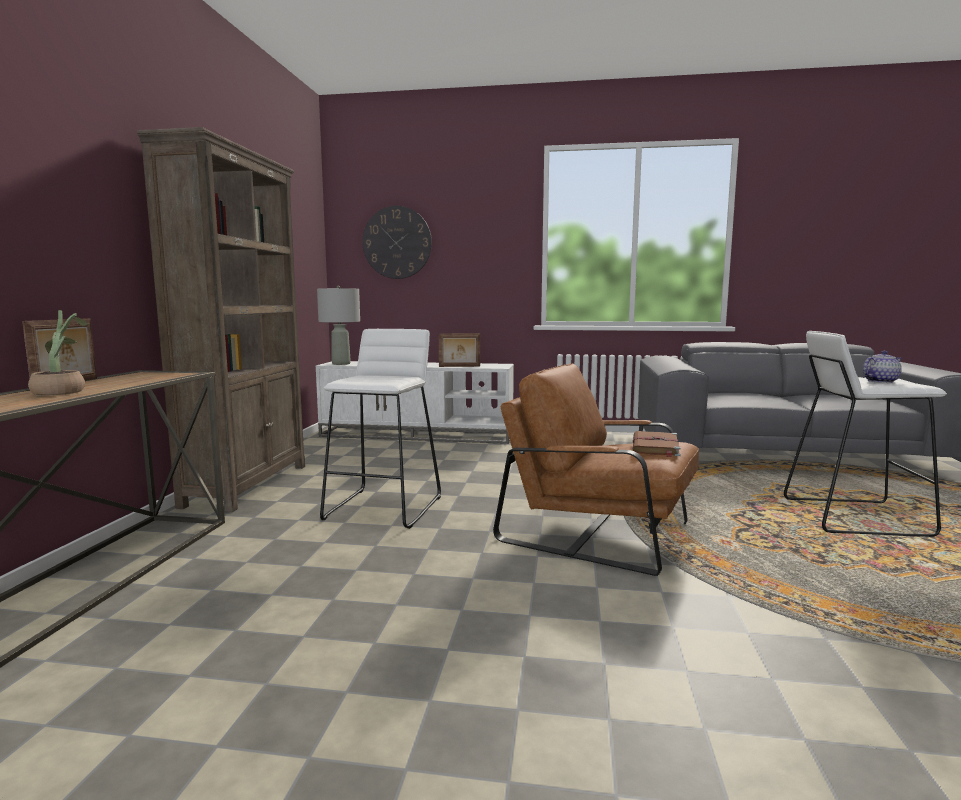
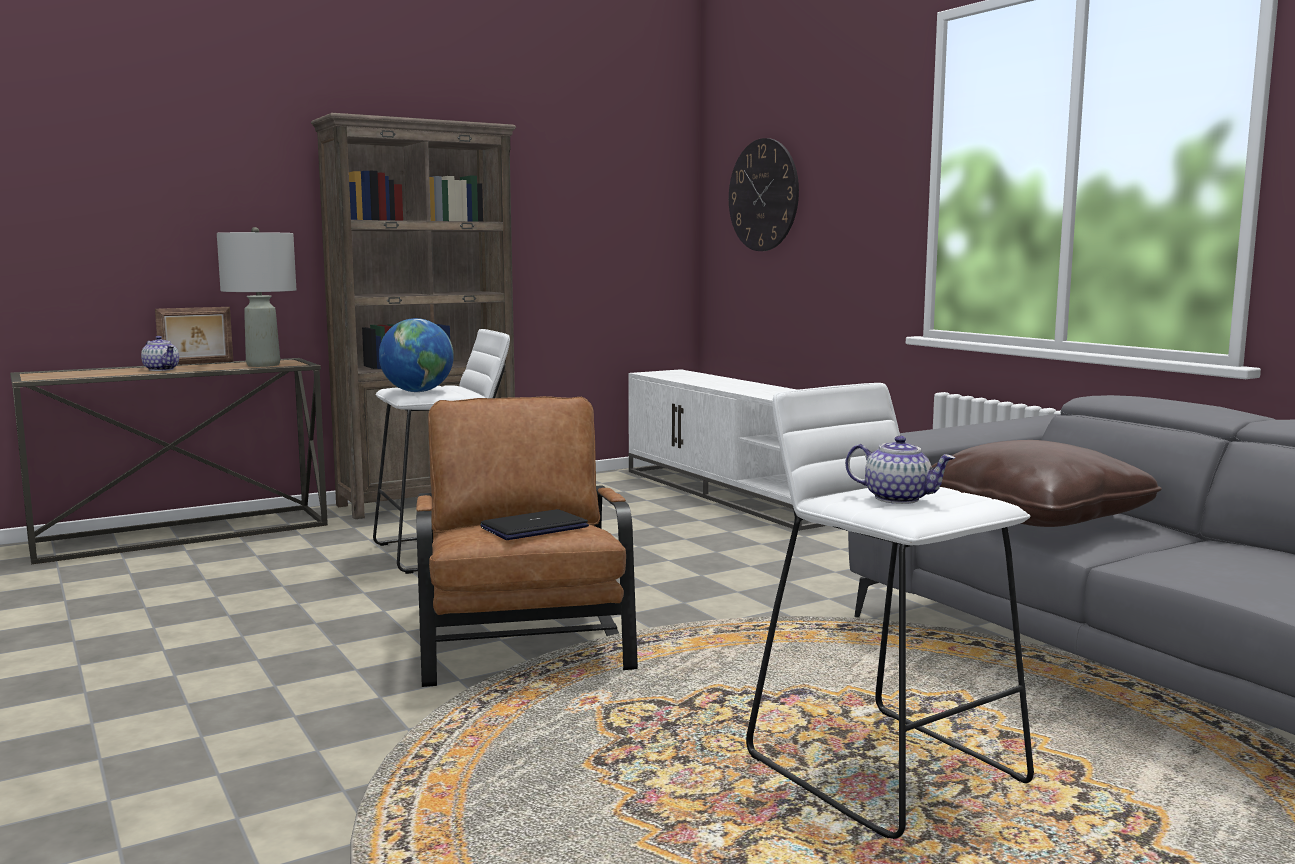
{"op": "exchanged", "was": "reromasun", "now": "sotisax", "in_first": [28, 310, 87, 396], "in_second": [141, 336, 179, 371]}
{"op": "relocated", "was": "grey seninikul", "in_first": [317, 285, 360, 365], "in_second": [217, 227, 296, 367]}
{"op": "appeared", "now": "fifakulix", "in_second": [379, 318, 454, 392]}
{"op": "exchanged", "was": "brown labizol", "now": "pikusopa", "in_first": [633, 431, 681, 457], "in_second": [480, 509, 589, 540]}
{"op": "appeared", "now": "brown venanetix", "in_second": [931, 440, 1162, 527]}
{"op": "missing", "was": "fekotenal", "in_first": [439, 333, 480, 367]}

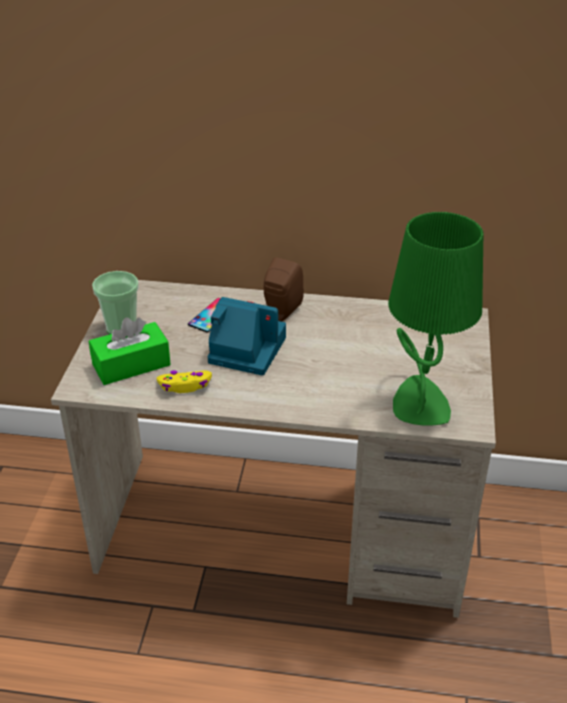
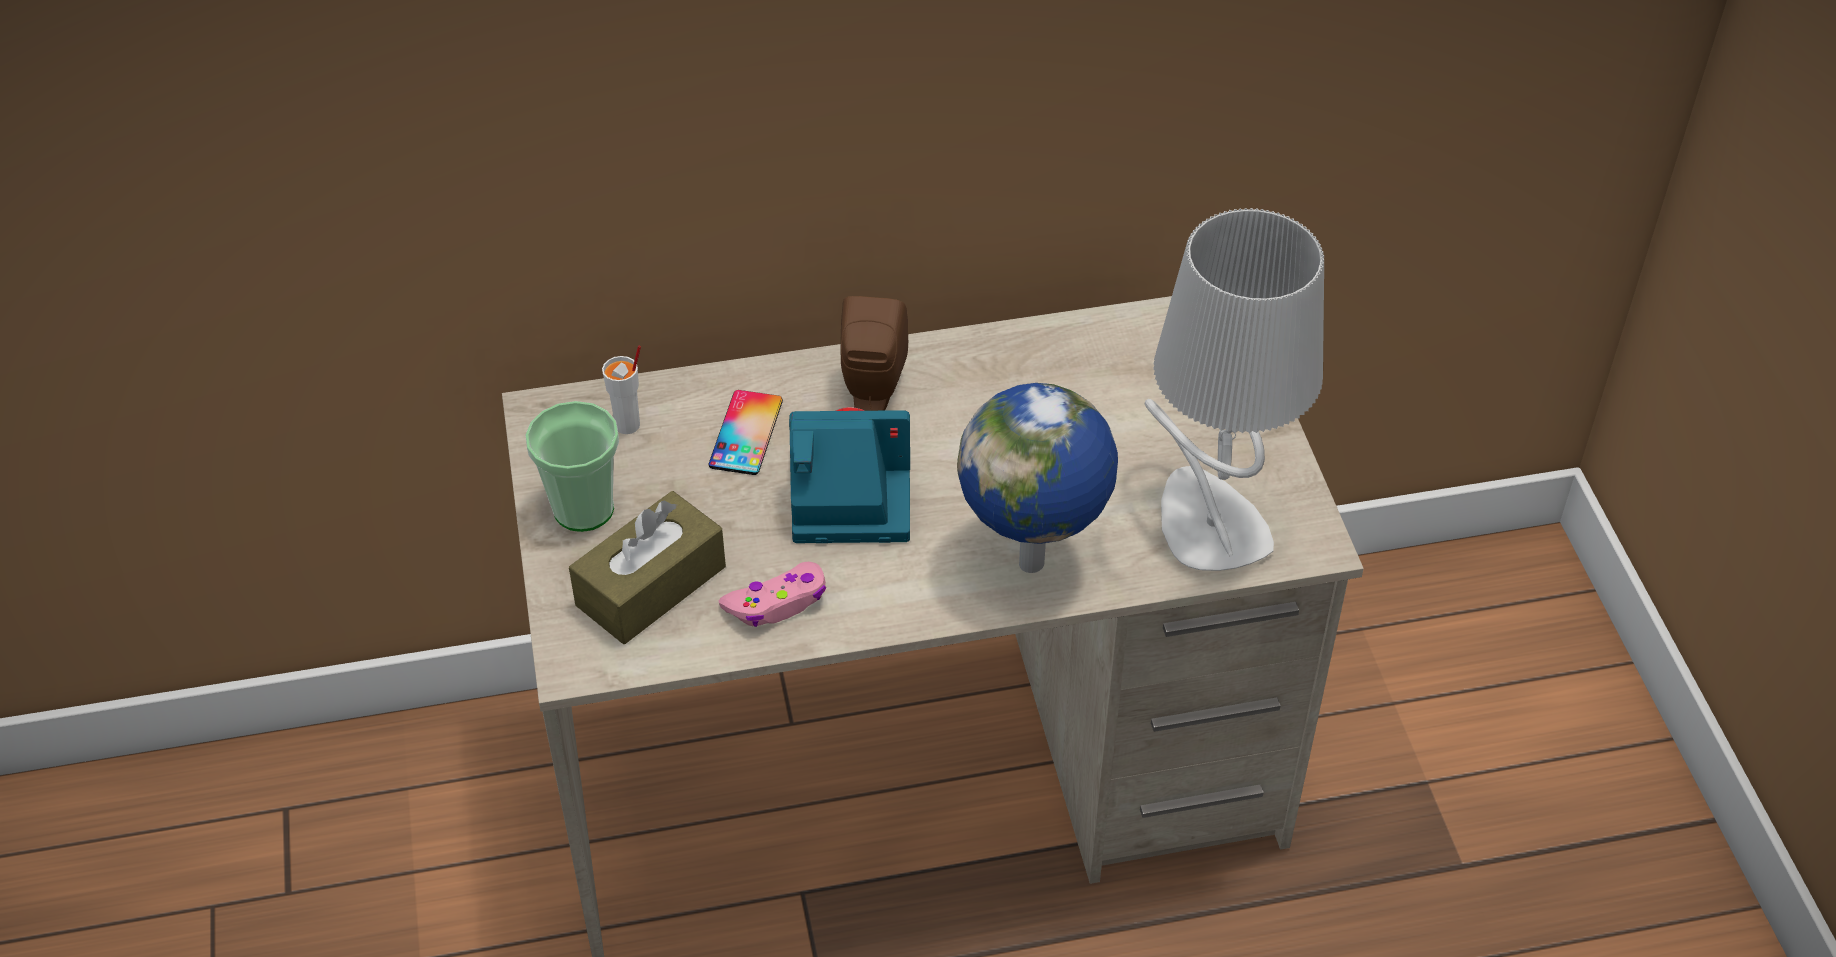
{"op": "colour", "was": "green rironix", "now": "brown rironix", "in_first": [89, 317, 171, 385], "in_second": [569, 491, 726, 644]}
{"op": "appeared", "now": "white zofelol", "in_second": [602, 345, 641, 434]}
{"op": "colour", "was": "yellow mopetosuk", "now": "pink mopetosuk", "in_first": [157, 370, 212, 393], "in_second": [719, 562, 826, 627]}
{"op": "appeared", "now": "fifakulix", "in_second": [957, 383, 1118, 573]}
{"op": "colour", "was": "green seninikul", "now": "grey seninikul", "in_first": [388, 212, 483, 426], "in_second": [1145, 208, 1324, 571]}

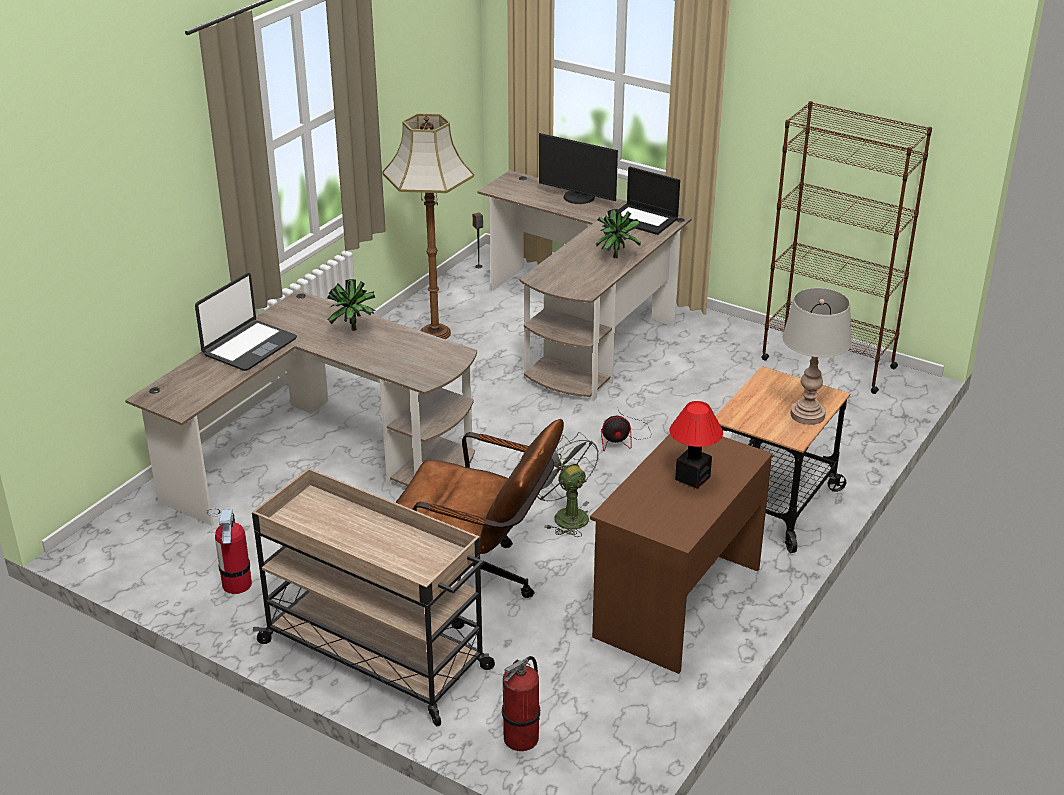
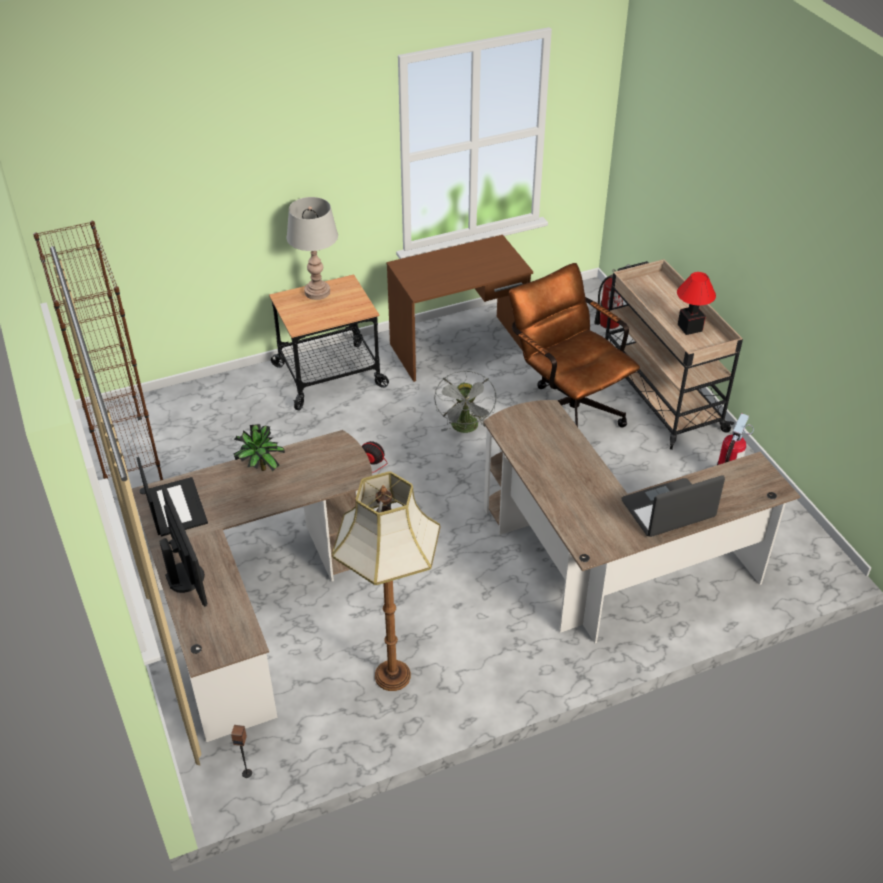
{"op": "relocated", "was": "seninikul", "in_first": [670, 401, 723, 489], "in_second": [677, 272, 716, 335]}
{"op": "missing", "was": "reromasun", "in_first": [327, 279, 376, 331]}

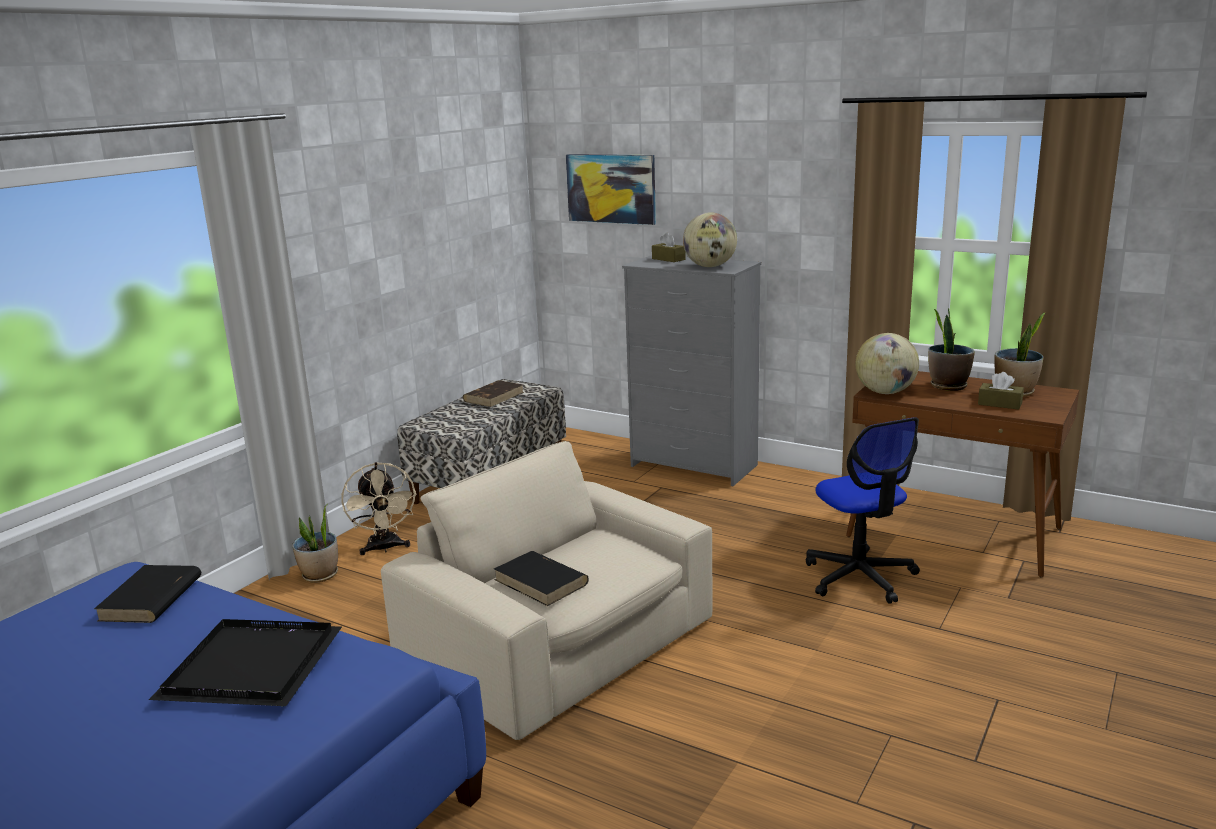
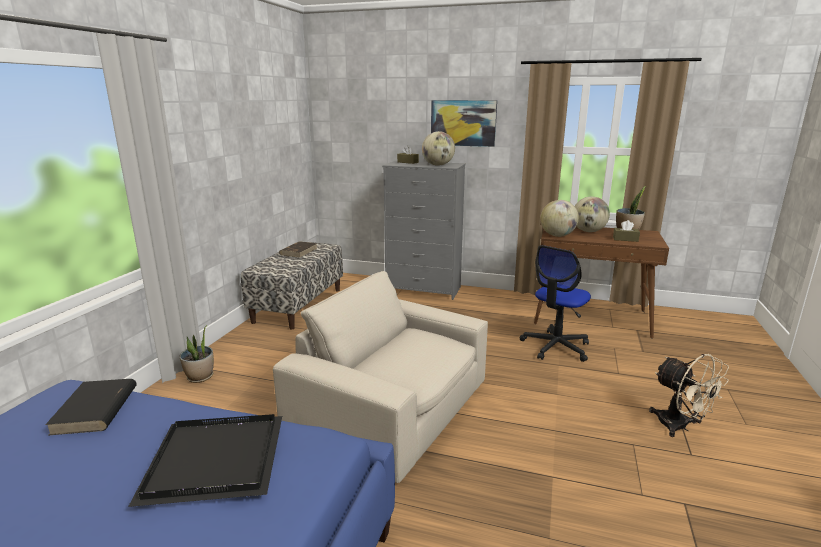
{"op": "relocated", "was": "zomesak", "in_first": [566, 154, 656, 225], "in_second": [431, 100, 497, 147]}
{"op": "spun", "was": "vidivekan", "in_first": [806, 417, 920, 604], "in_second": [520, 245, 591, 362], "clockwise": 75}
{"op": "exchanged", "was": "reromasun", "now": "fifakulix", "in_first": [928, 308, 975, 391], "in_second": [575, 196, 610, 232]}
{"op": "relocated", "was": "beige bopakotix", "in_first": [341, 462, 417, 555], "in_second": [649, 354, 729, 437]}
{"op": "missing", "was": "black labizol", "in_first": [494, 551, 589, 606]}

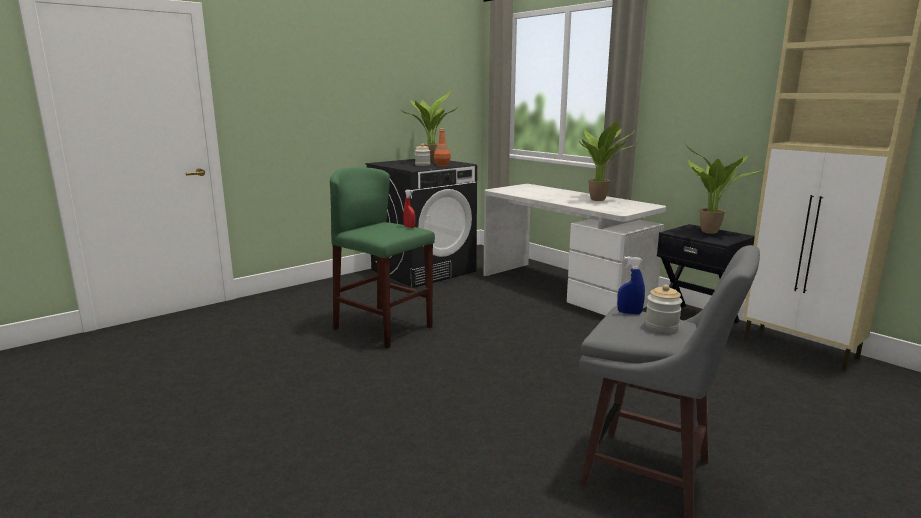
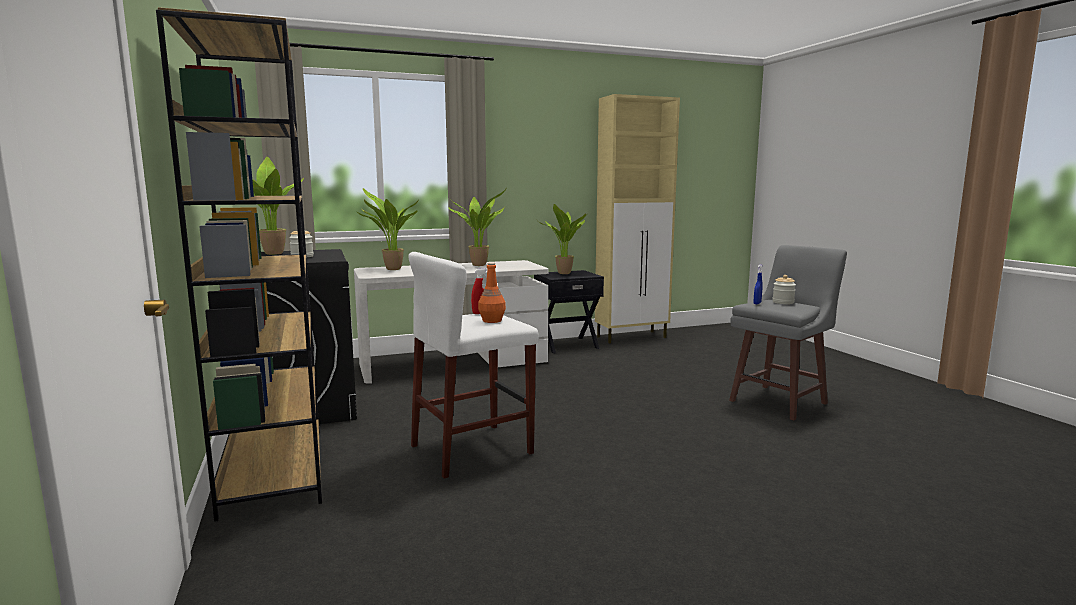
{"op": "appeared", "now": "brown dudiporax", "in_second": [156, 7, 322, 522]}
{"op": "appeared", "now": "reromasun", "in_second": [356, 188, 419, 270]}
{"op": "colour", "was": "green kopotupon", "now": "white kopotupon", "in_first": [330, 167, 435, 349], "in_second": [408, 252, 539, 479]}
{"op": "relocated", "was": "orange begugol", "in_first": [434, 129, 451, 166], "in_second": [478, 262, 506, 323]}

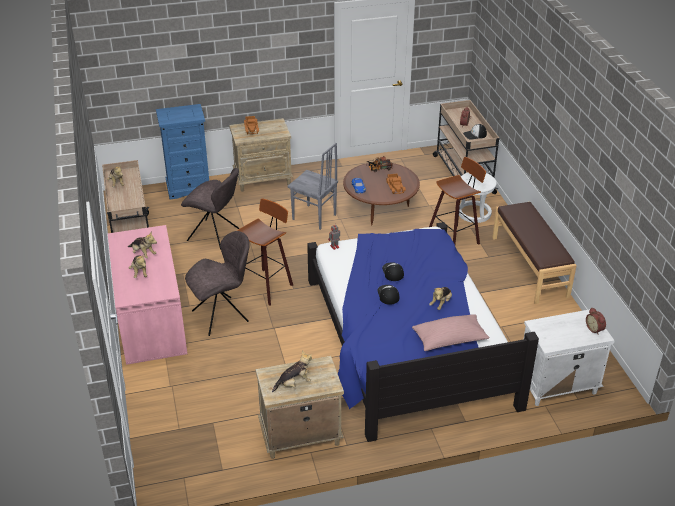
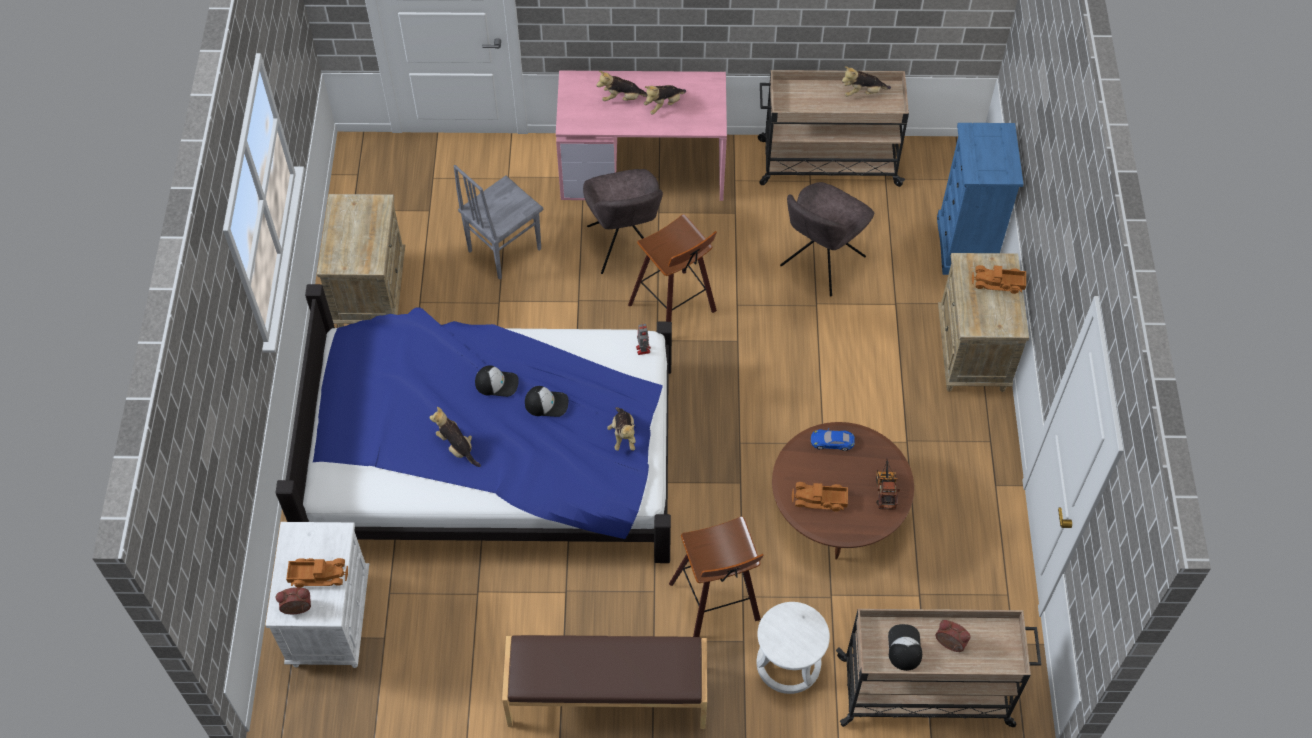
{"op": "appeared", "now": "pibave", "in_second": [286, 558, 348, 588]}
{"op": "relocated", "was": "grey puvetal", "in_first": [287, 143, 338, 230], "in_second": [454, 165, 543, 280]}
{"op": "relocated", "was": "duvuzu", "in_first": [272, 350, 312, 392], "in_second": [607, 407, 636, 451]}
{"op": "missing", "was": "pink venanetix", "in_first": [412, 314, 489, 351]}

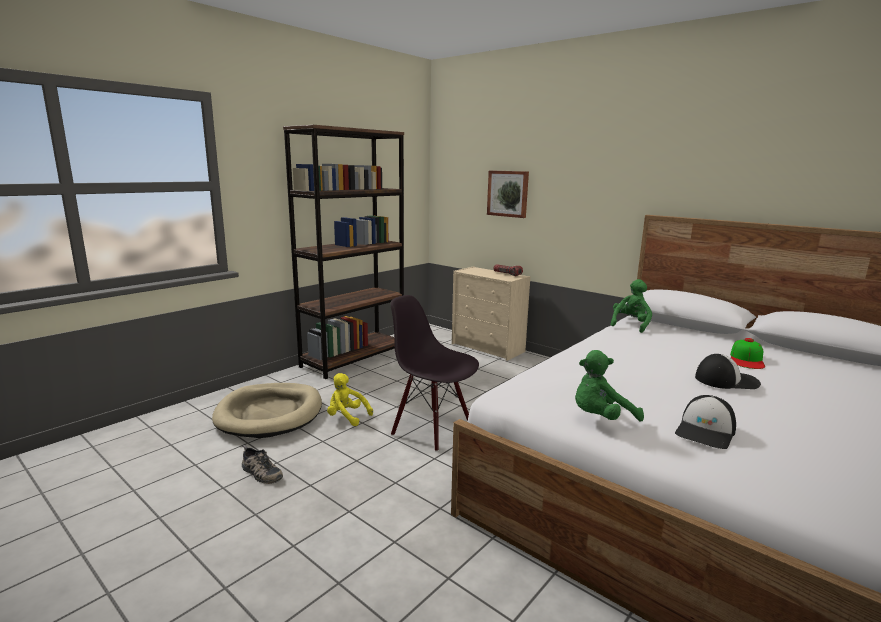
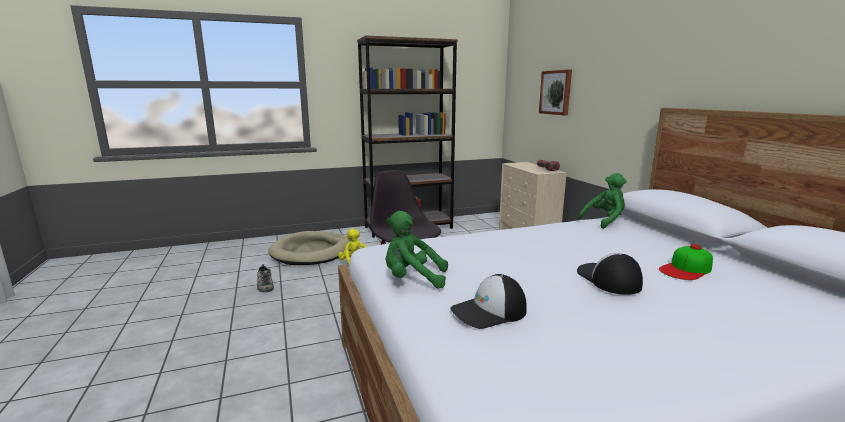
{"op": "spun", "was": "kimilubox", "in_first": [695, 354, 761, 389], "in_second": [577, 253, 643, 295], "clockwise": -135}

